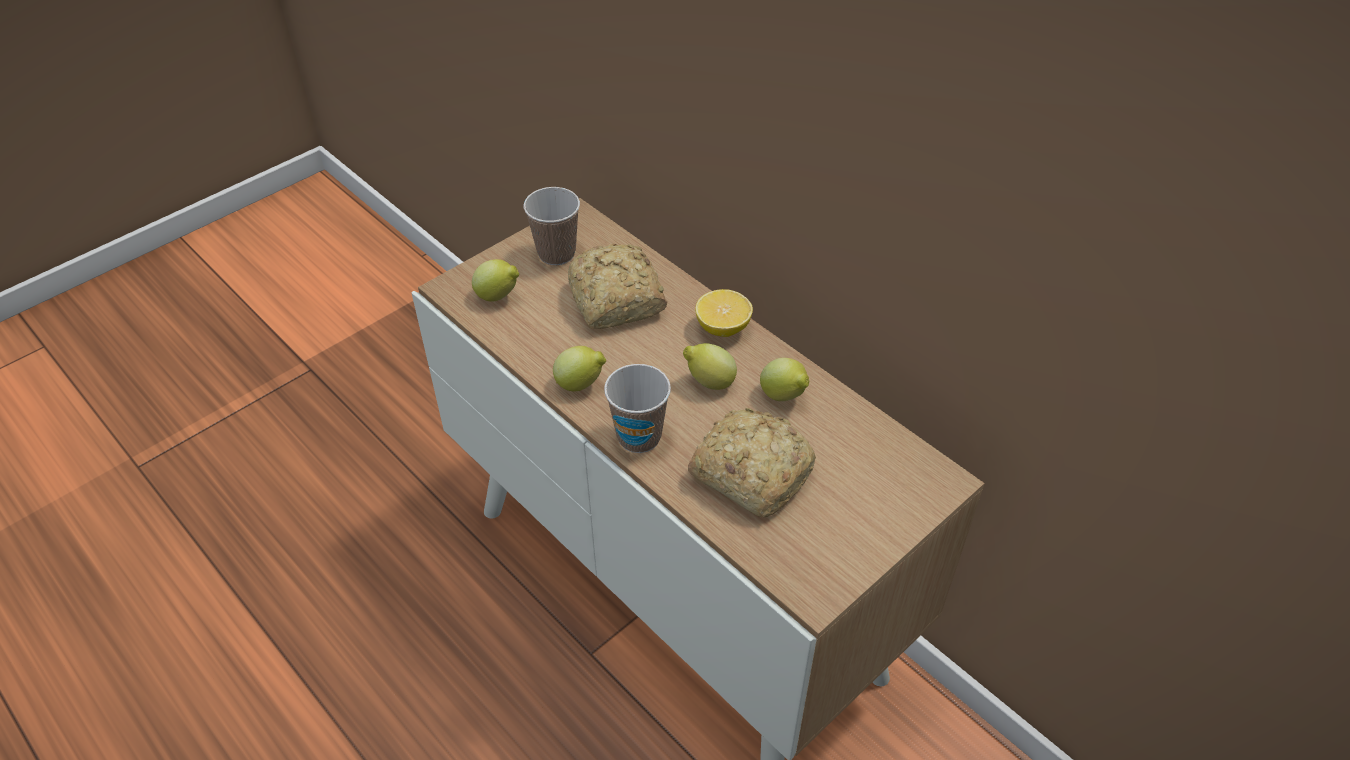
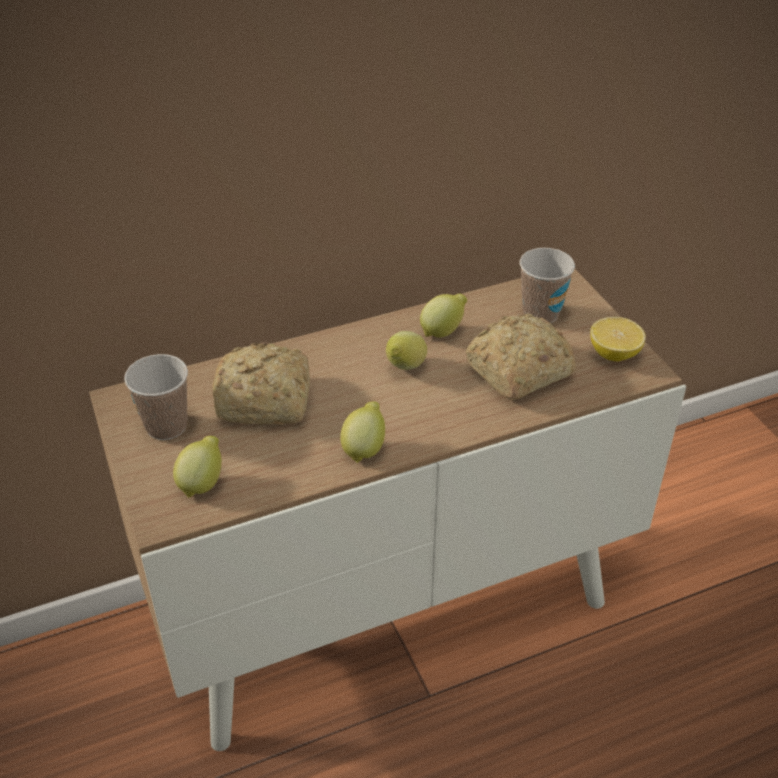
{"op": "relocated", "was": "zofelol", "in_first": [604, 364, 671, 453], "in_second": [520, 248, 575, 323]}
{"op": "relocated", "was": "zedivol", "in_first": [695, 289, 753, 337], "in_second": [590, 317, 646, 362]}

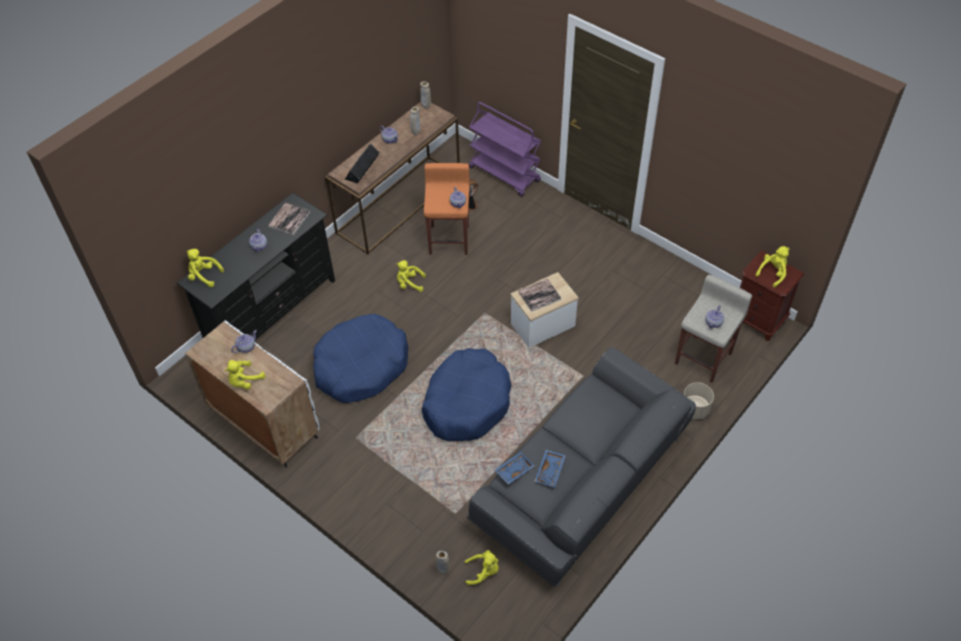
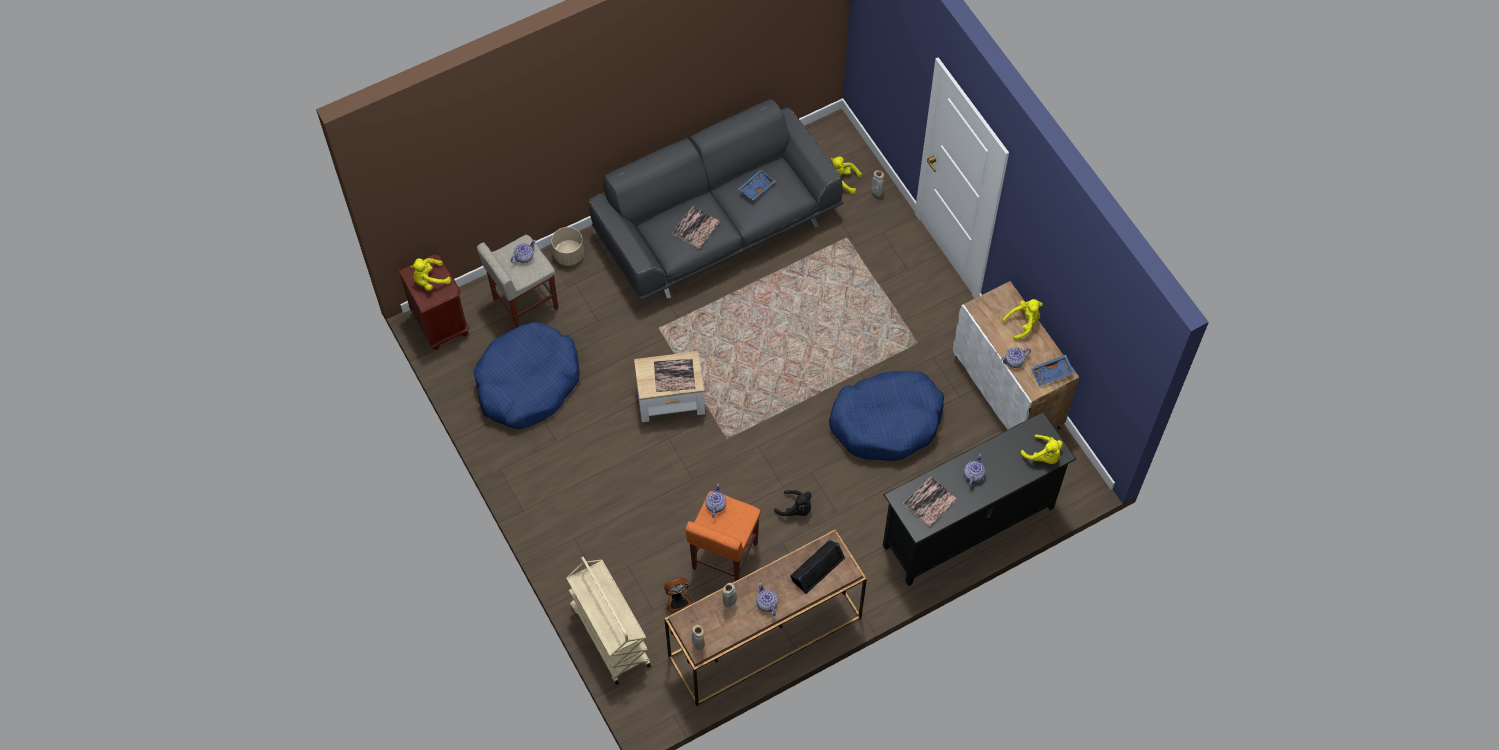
{"op": "relocated", "was": "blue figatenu", "in_first": [422, 348, 512, 441], "in_second": [474, 322, 580, 429]}
{"op": "colour", "was": "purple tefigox", "now": "beige tefigox", "in_first": [469, 102, 541, 197], "in_second": [566, 557, 651, 685]}
{"op": "appeared", "now": "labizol", "in_second": [673, 206, 720, 249]}
{"op": "colour", "was": "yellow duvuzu", "now": "black duvuzu", "in_first": [396, 260, 426, 292], "in_second": [774, 490, 811, 516]}
{"op": "relocated", "was": "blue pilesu", "in_first": [494, 452, 535, 484], "in_second": [1031, 355, 1074, 386]}

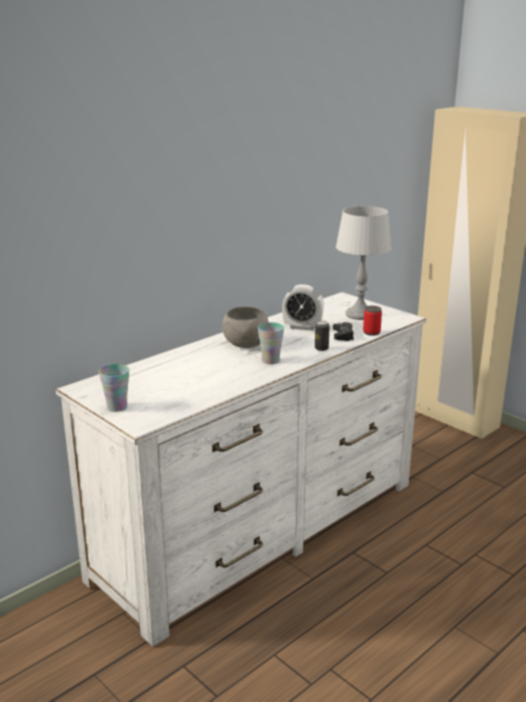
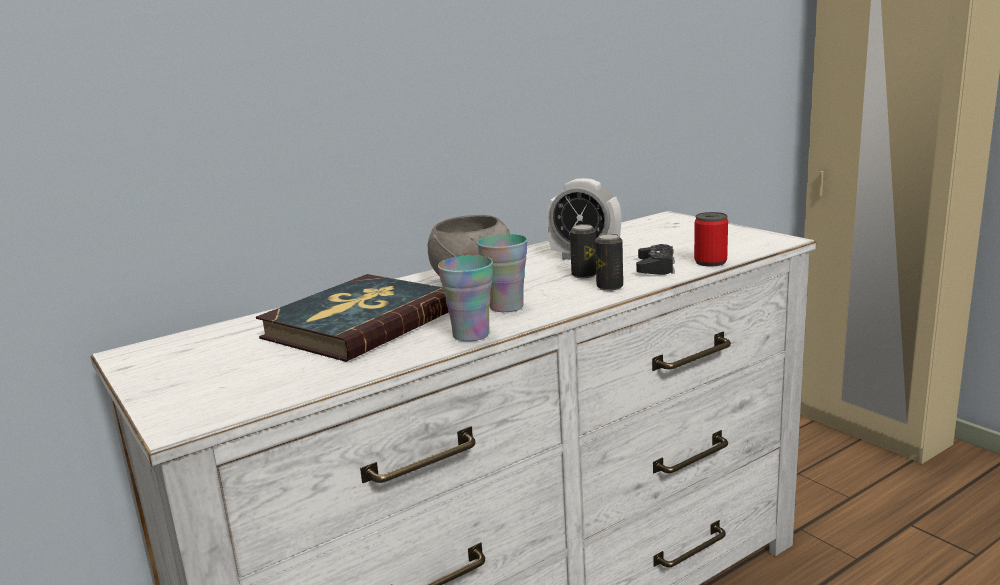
{"op": "appeared", "now": "labizol", "in_second": [256, 274, 449, 362]}
{"op": "relocated", "was": "zofelol", "in_first": [99, 364, 129, 412], "in_second": [438, 255, 493, 342]}
{"op": "appeared", "now": "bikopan", "in_second": [570, 224, 596, 278]}
{"op": "missing", "was": "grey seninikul", "in_first": [336, 206, 392, 320]}

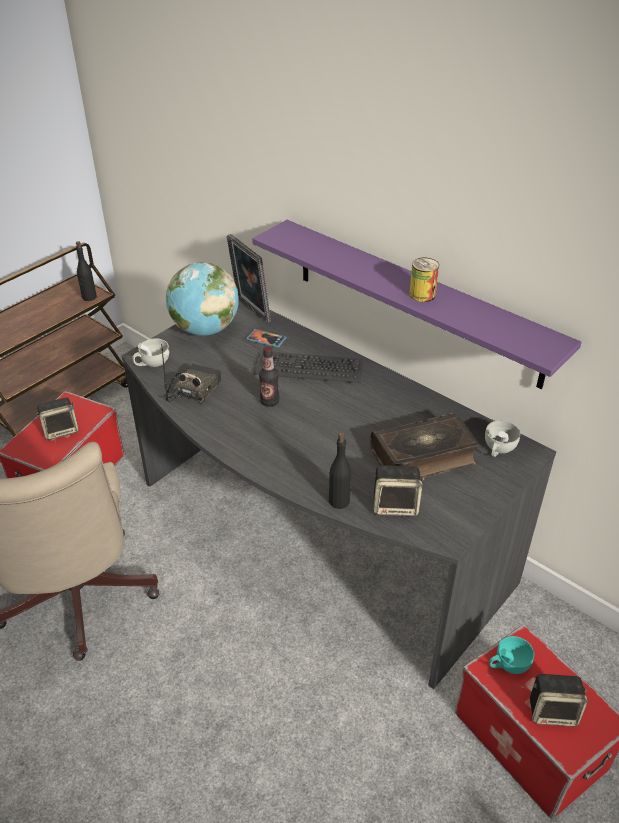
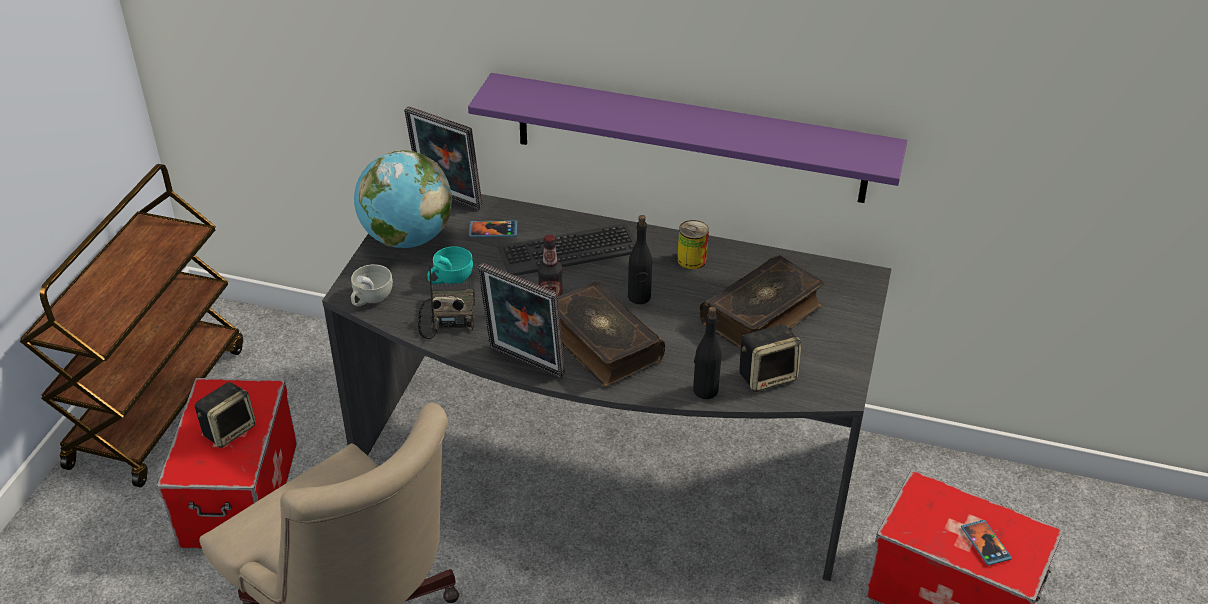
{"op": "relocated", "was": "turquoise zofelol", "in_first": [489, 636, 534, 674], "in_second": [427, 246, 473, 284]}
{"op": "appeared", "now": "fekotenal", "in_second": [478, 263, 565, 378]}
{"op": "appeared", "now": "labizol", "in_second": [558, 282, 665, 387]}
{"op": "relocated", "was": "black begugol", "in_first": [76, 241, 97, 301], "in_second": [628, 215, 652, 304]}
{"op": "relocated", "was": "bikopan", "in_first": [409, 258, 439, 302], "in_second": [677, 220, 709, 269]}
{"op": "exchanged", "was": "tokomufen", "now": "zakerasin", "in_first": [530, 673, 588, 727], "in_second": [961, 520, 1012, 566]}
{"op": "missing", "was": "white zofelol", "in_first": [485, 420, 520, 457]}

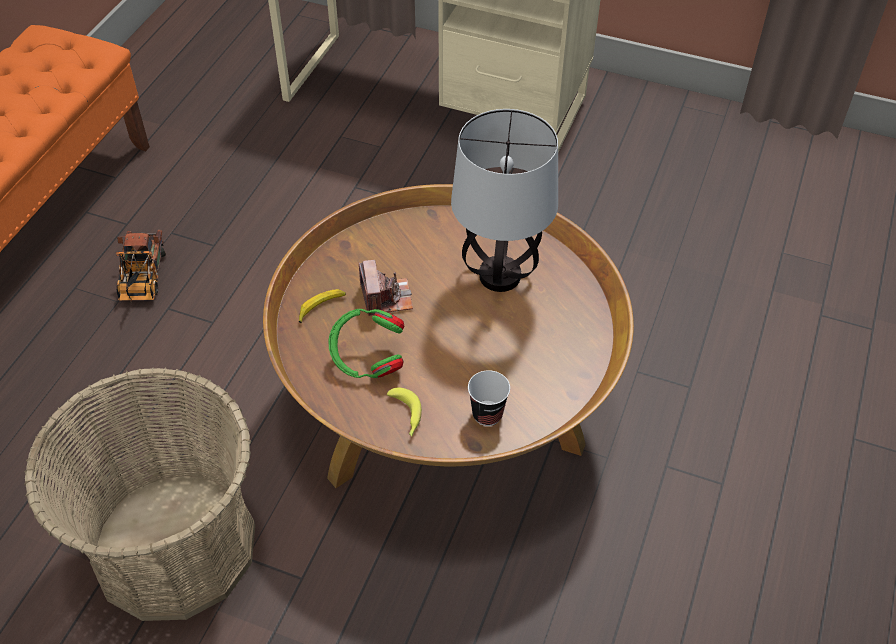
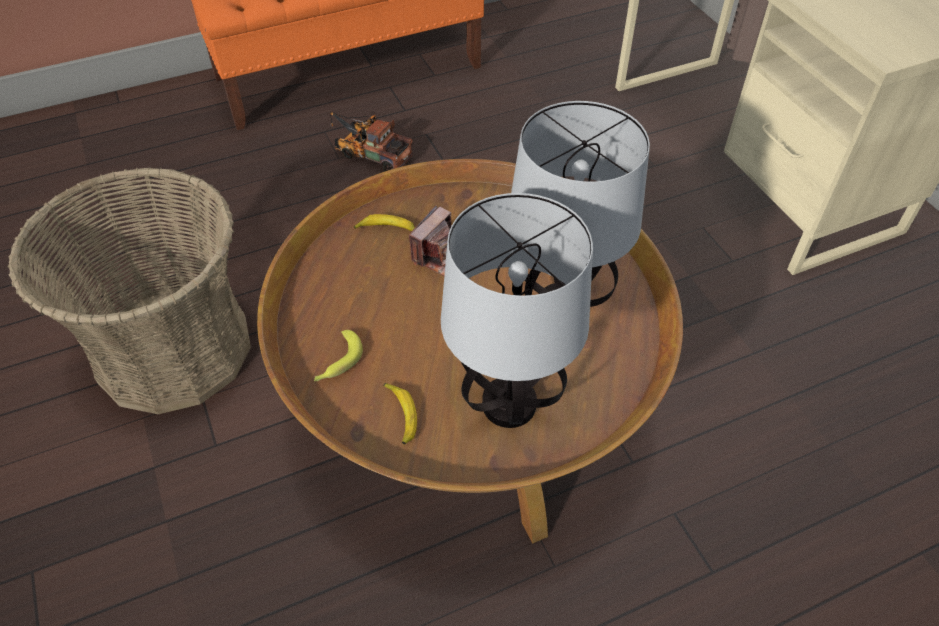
{"op": "spun", "was": "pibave", "in_first": [116, 230, 166, 303], "in_second": [330, 112, 413, 171], "clockwise": 75}
{"op": "exchanged", "was": "zofelol", "now": "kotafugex", "in_first": [468, 370, 510, 426], "in_second": [383, 383, 417, 444]}
{"op": "appeared", "now": "seninikul", "in_second": [441, 193, 593, 428]}
{"op": "missing", "was": "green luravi", "in_first": [328, 309, 405, 378]}

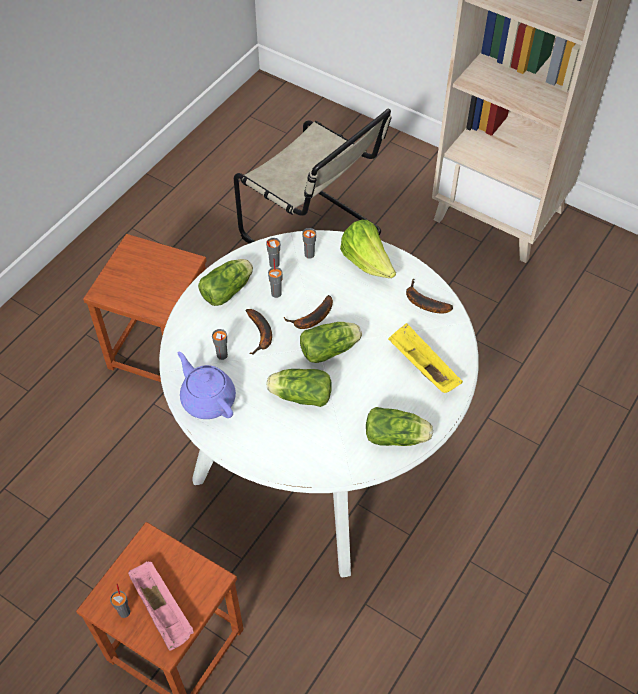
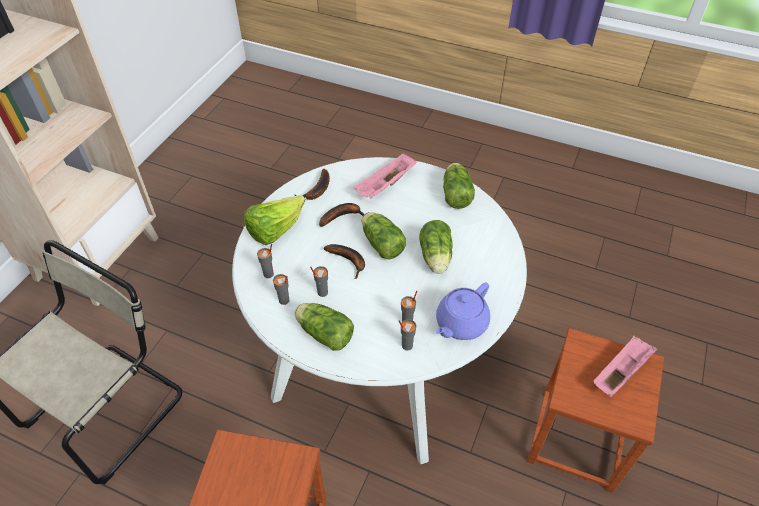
{"op": "relocated", "was": "kotafugex", "in_first": [245, 309, 272, 354], "in_second": [319, 203, 364, 227]}
{"op": "colour", "was": "yellow pilesu", "now": "pink pilesu", "in_first": [388, 323, 463, 393], "in_second": [353, 152, 417, 199]}
{"op": "relocated", "was": "grey zofelol", "in_first": [110, 584, 130, 618], "in_second": [399, 319, 416, 351]}

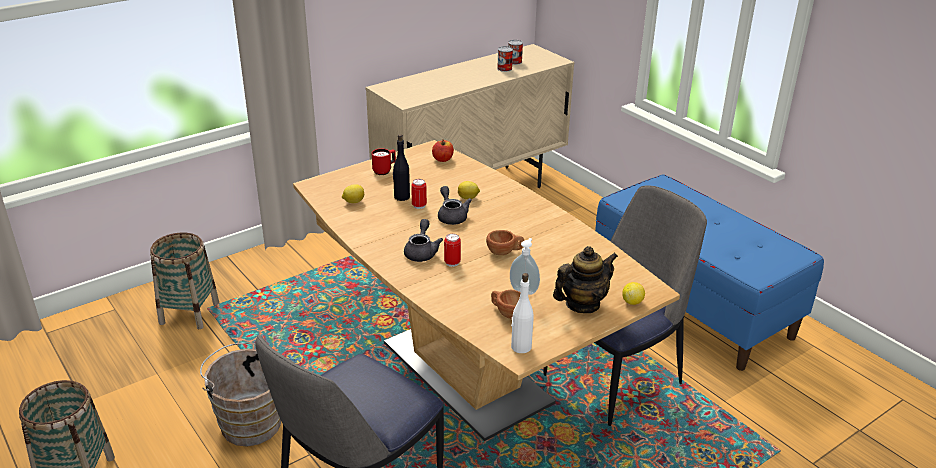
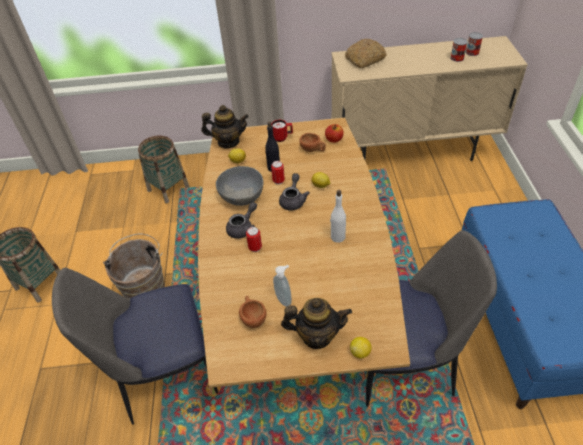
{"op": "appeared", "now": "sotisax", "in_second": [201, 105, 249, 149]}
{"op": "appeared", "now": "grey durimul", "in_second": [216, 166, 264, 206]}
{"op": "relocated", "was": "brown zofelol", "in_first": [486, 230, 524, 255], "in_second": [299, 133, 326, 152]}
{"op": "relocated", "was": "white begugol", "in_first": [511, 273, 534, 353], "in_second": [330, 190, 346, 243]}
{"op": "appeared", "now": "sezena", "in_second": [345, 39, 387, 68]}

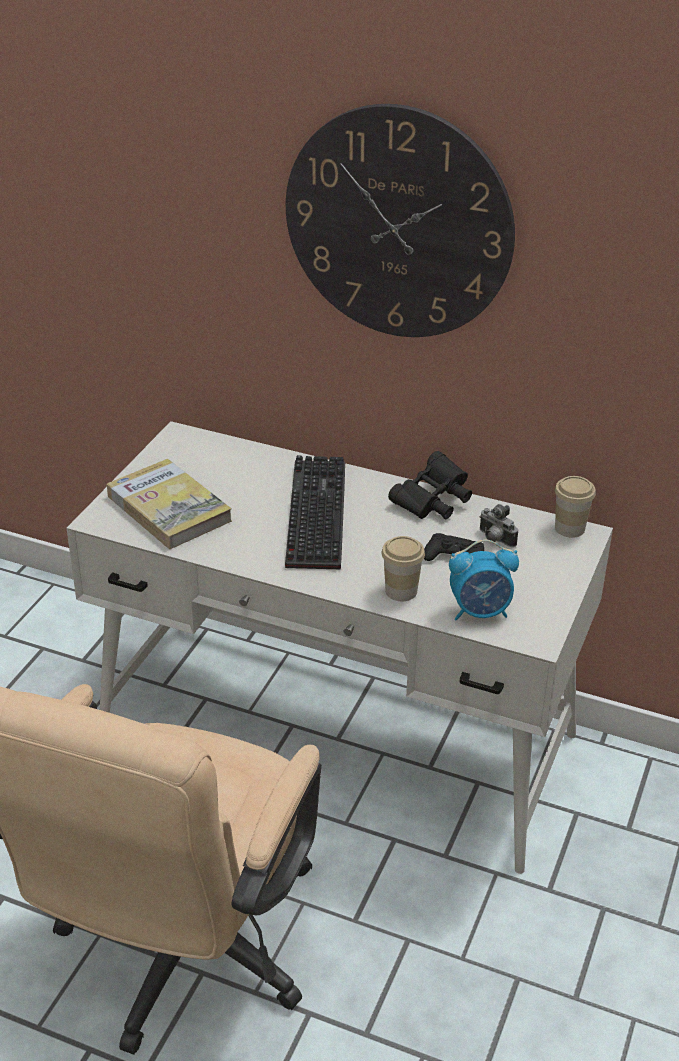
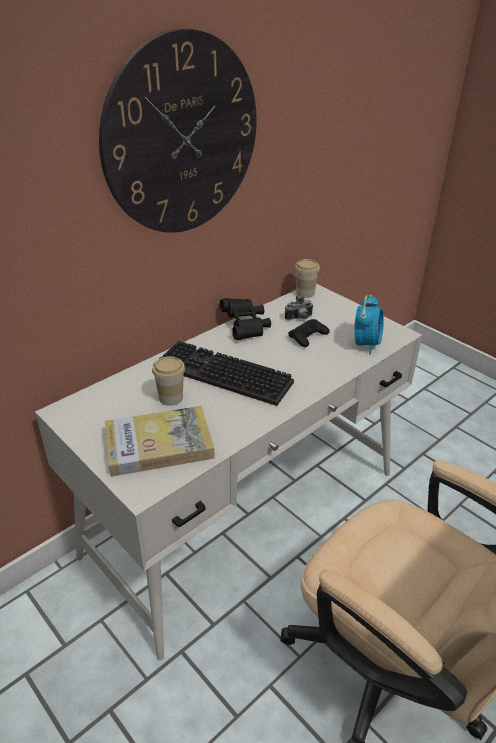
{"op": "relocated", "was": "zofelol", "in_first": [382, 536, 425, 601], "in_second": [152, 356, 185, 406]}

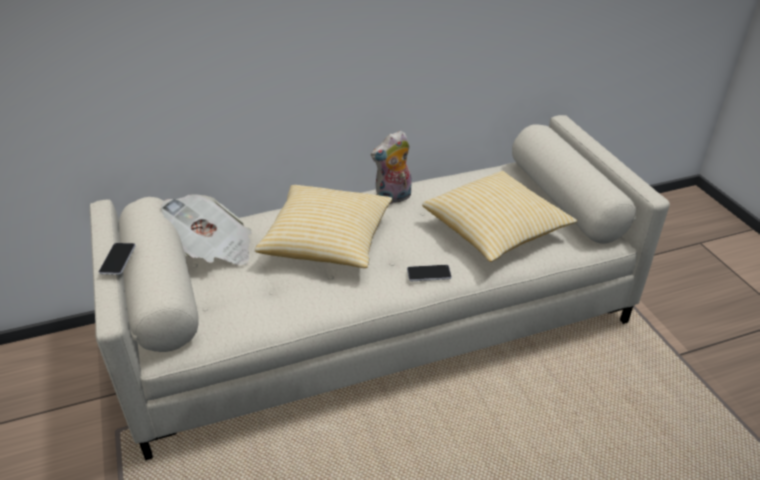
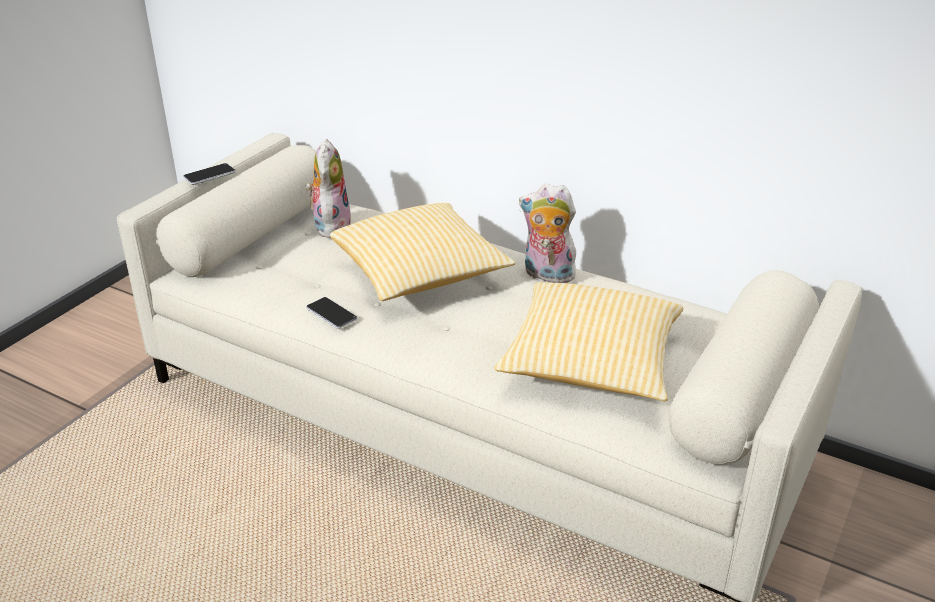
{"op": "exchanged", "was": "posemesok", "now": "duvuzu", "in_first": [161, 194, 252, 265], "in_second": [306, 139, 351, 238]}
{"op": "relocated", "was": "zakerasin", "in_first": [407, 265, 452, 281], "in_second": [306, 297, 358, 329]}

